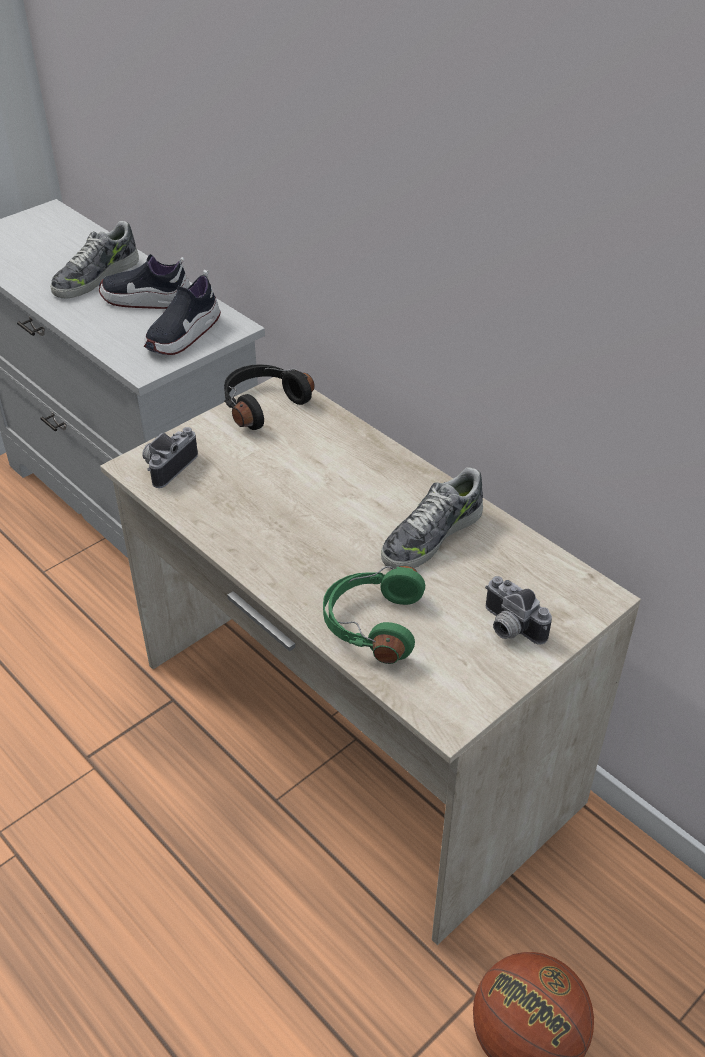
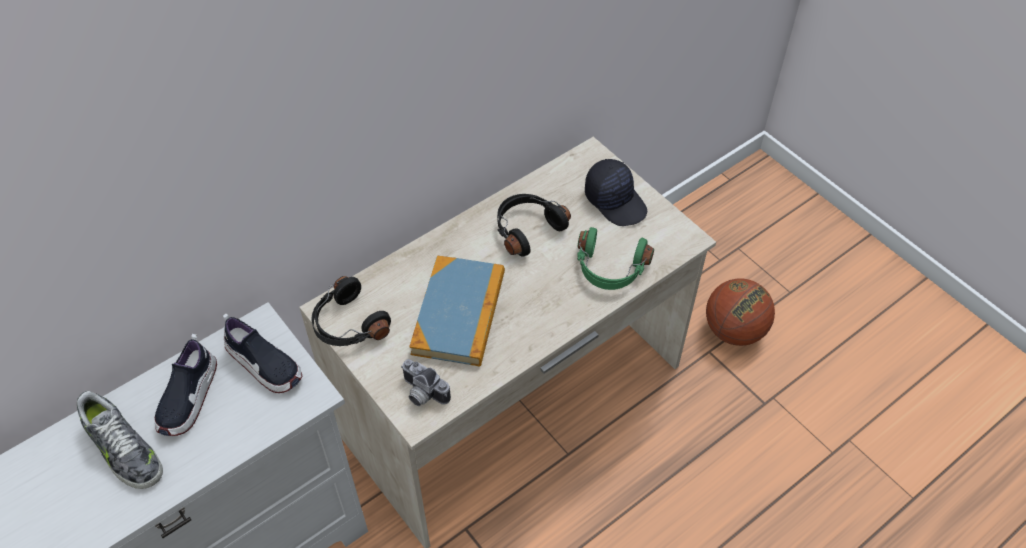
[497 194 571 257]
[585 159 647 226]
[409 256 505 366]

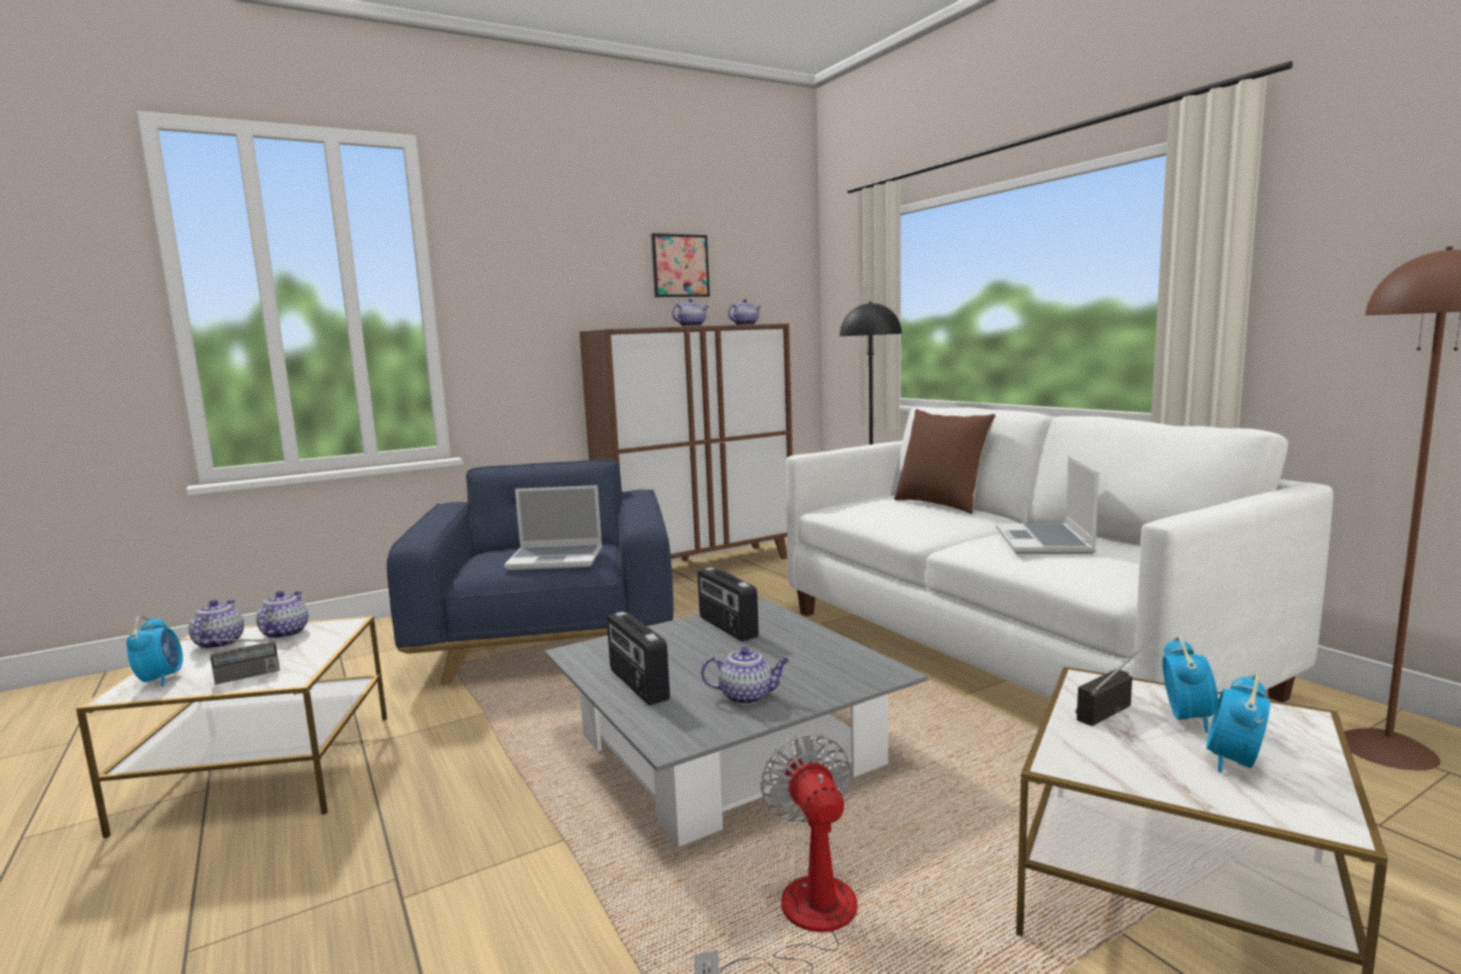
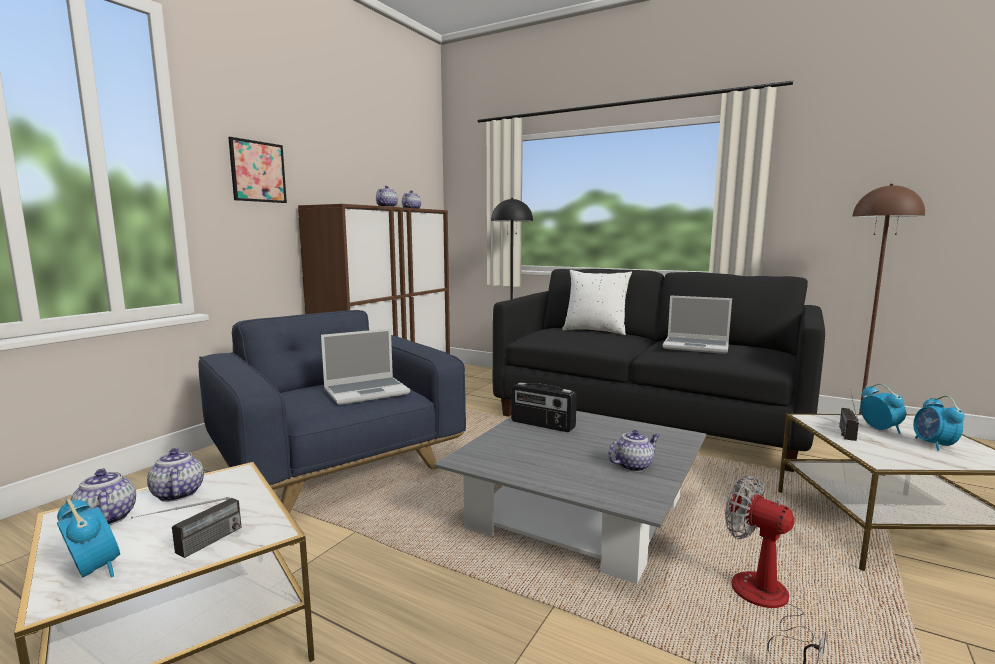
[607 612 670 705] (first image)
[228 137 287 203]
[493 269 825 472]
[562 270 632 335]
[662 295 732 354]

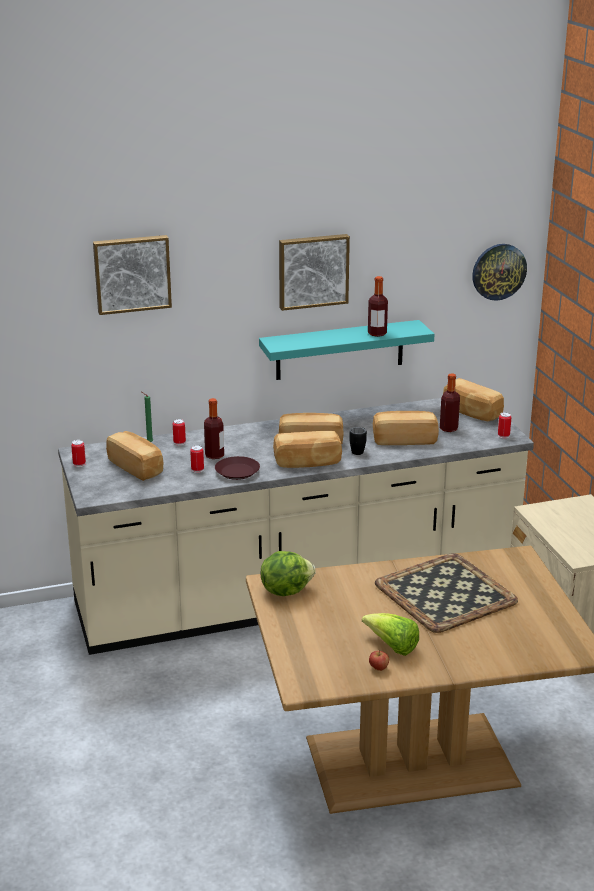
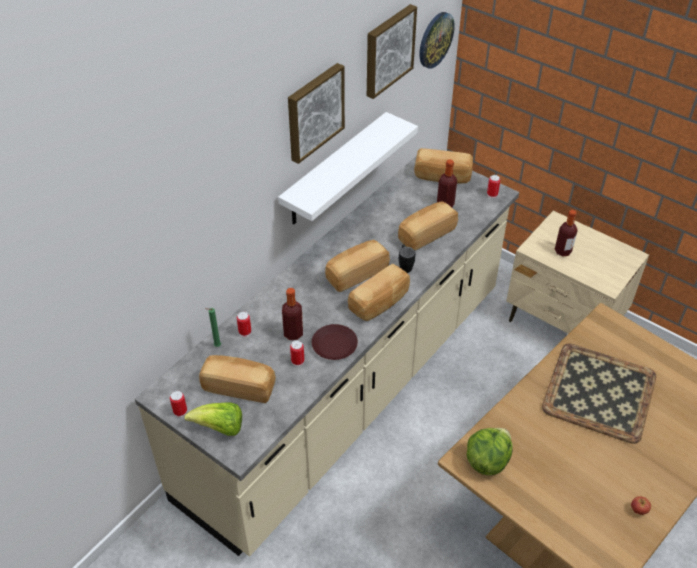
[367 4 417 99]
[278 112 418 224]
[184 402 242 436]
[555 210 578 257]

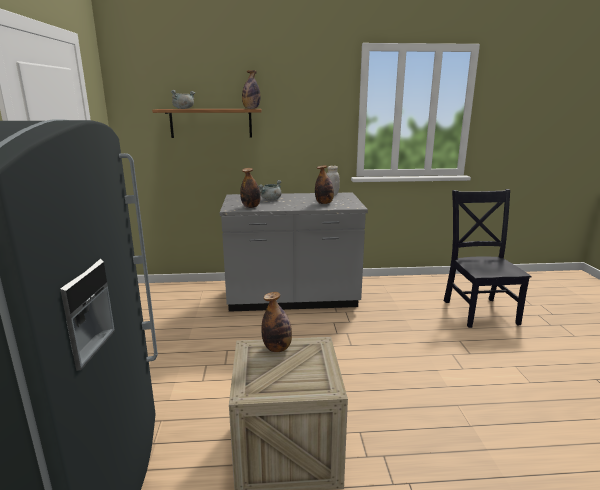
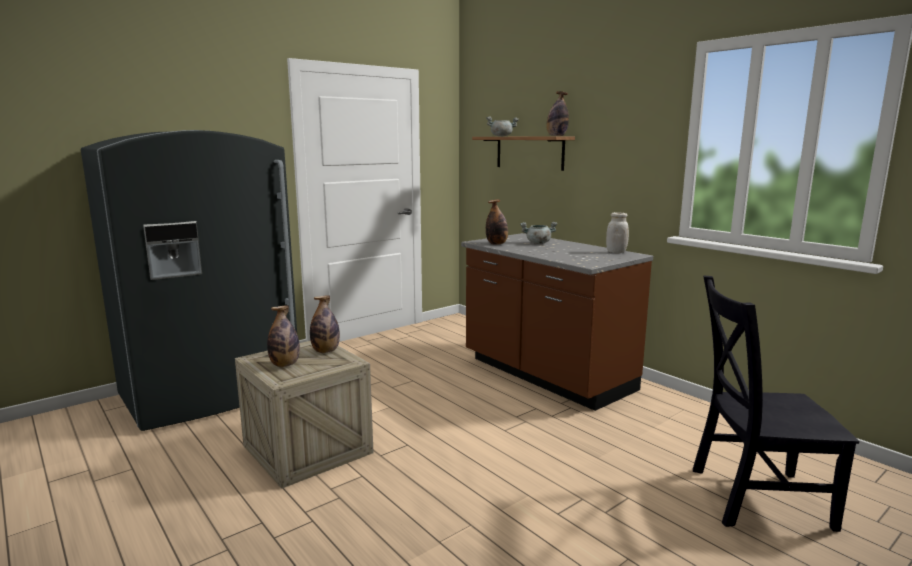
[461 233 653 411]
[267 306 300 367]
[693 276 859 532]

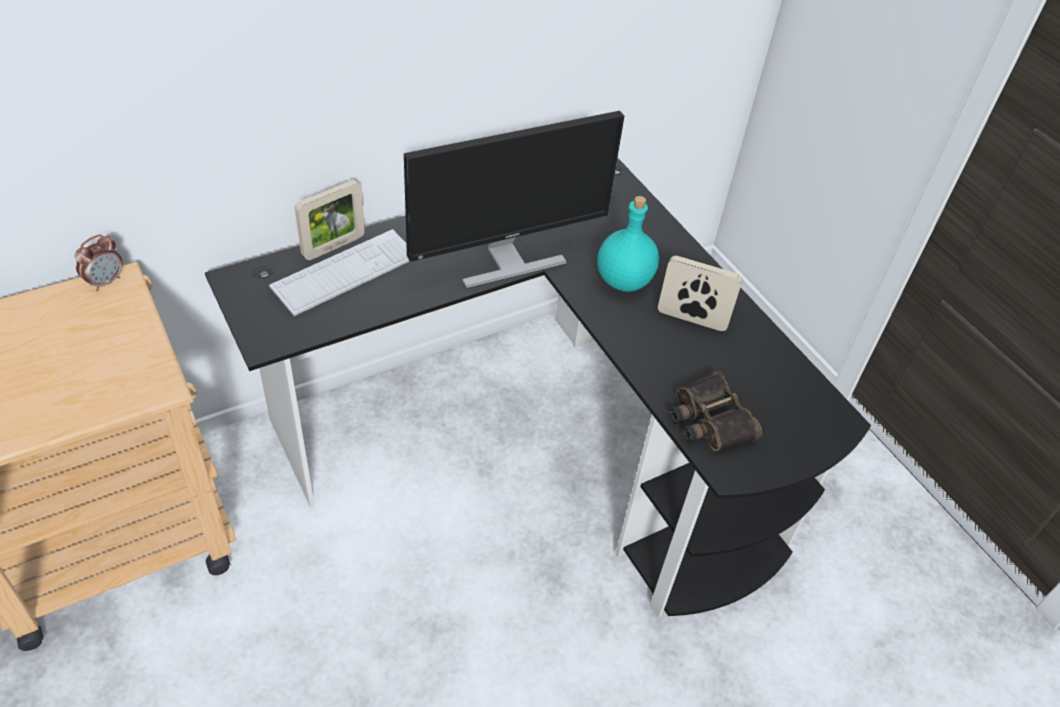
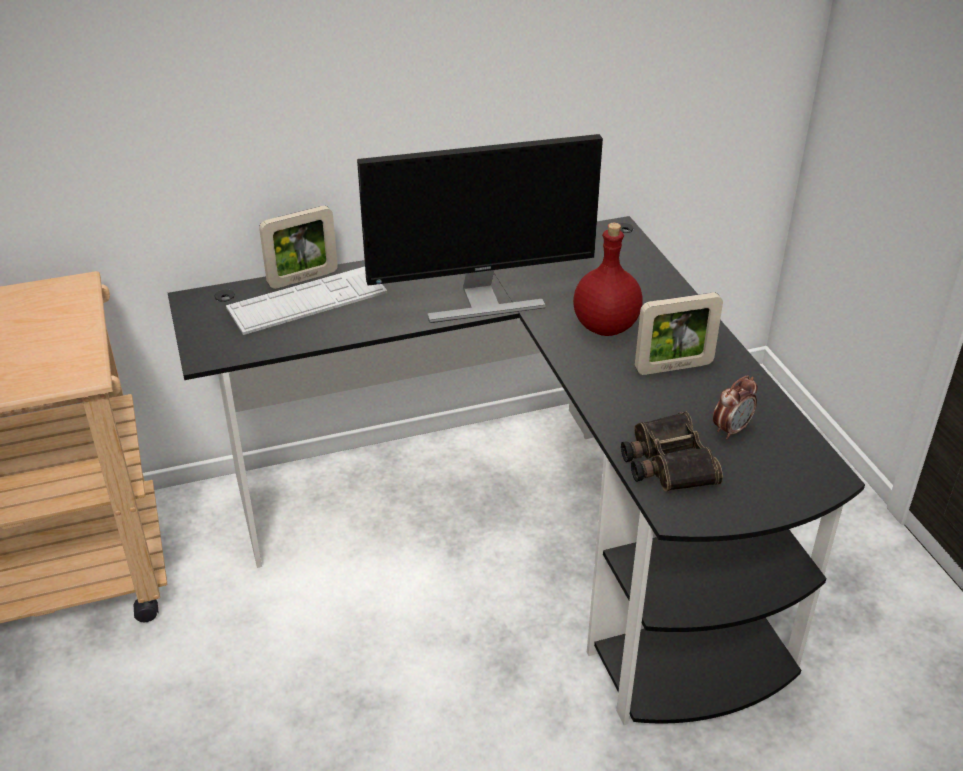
[713 375 758 439]
[573 223 643 336]
[635 293 723 375]

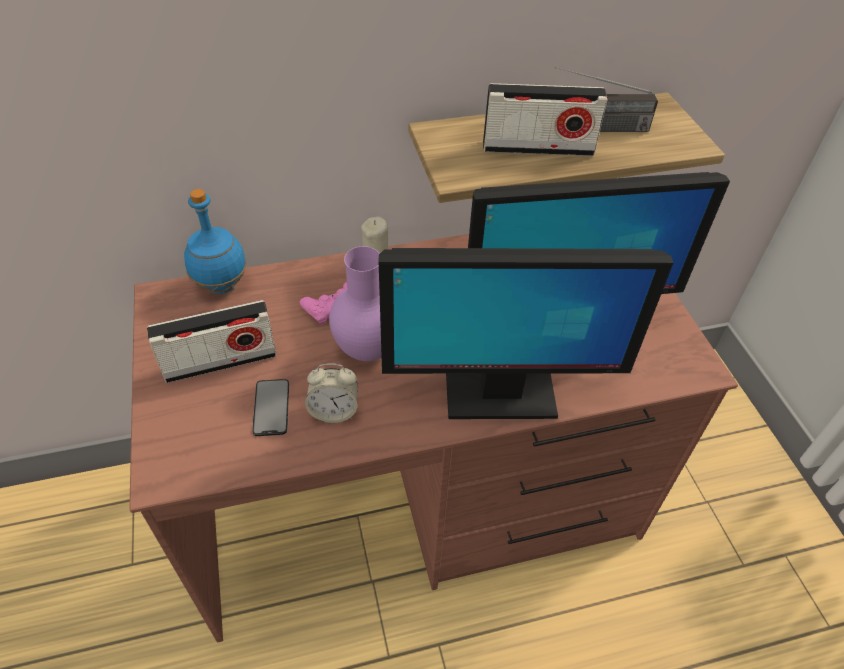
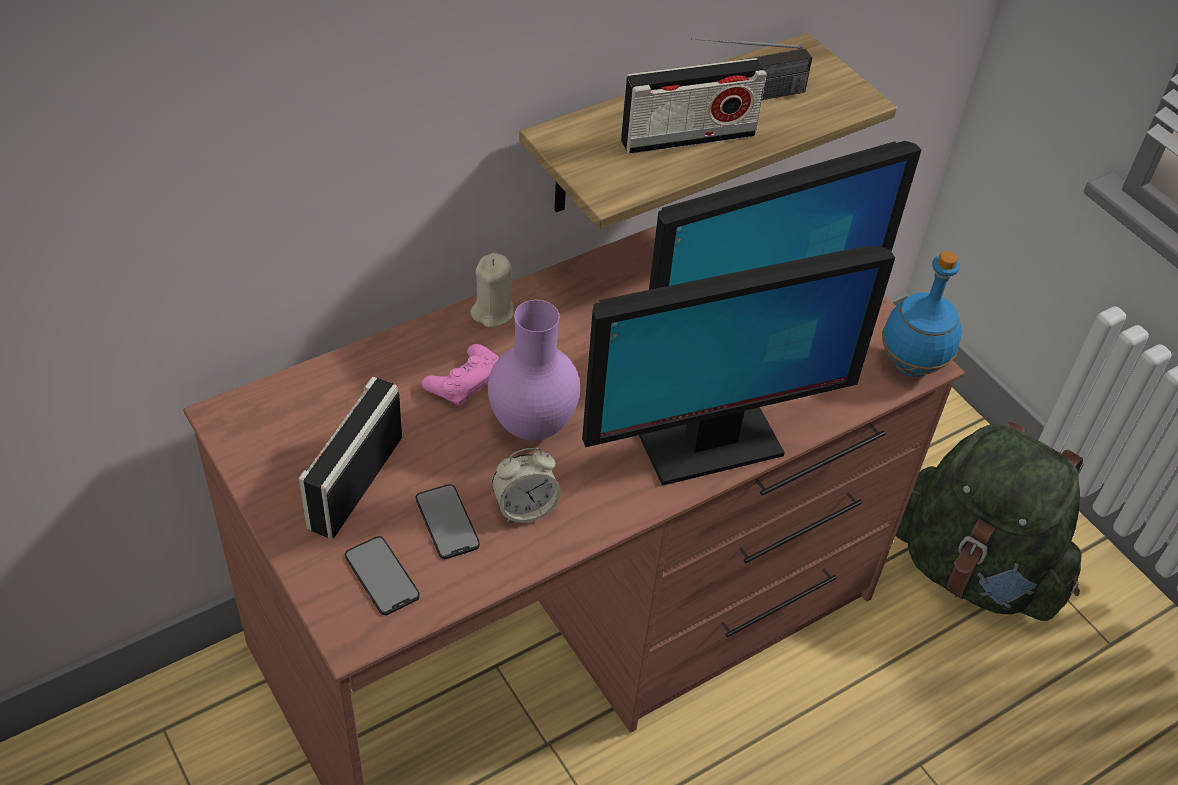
[299 377 402 538]
[882 251 962 377]
[345 536 420 615]
[895 421 1083 621]

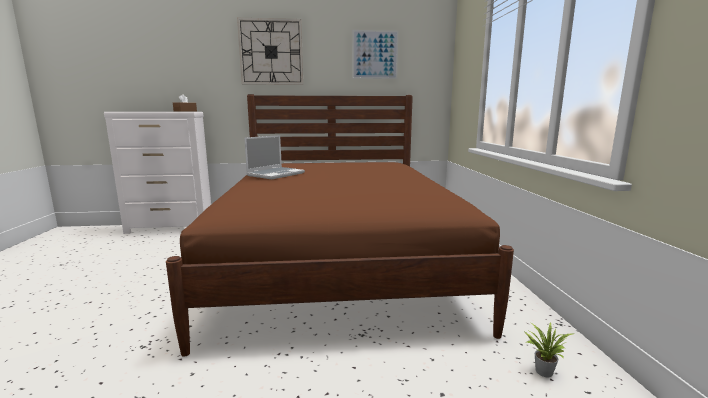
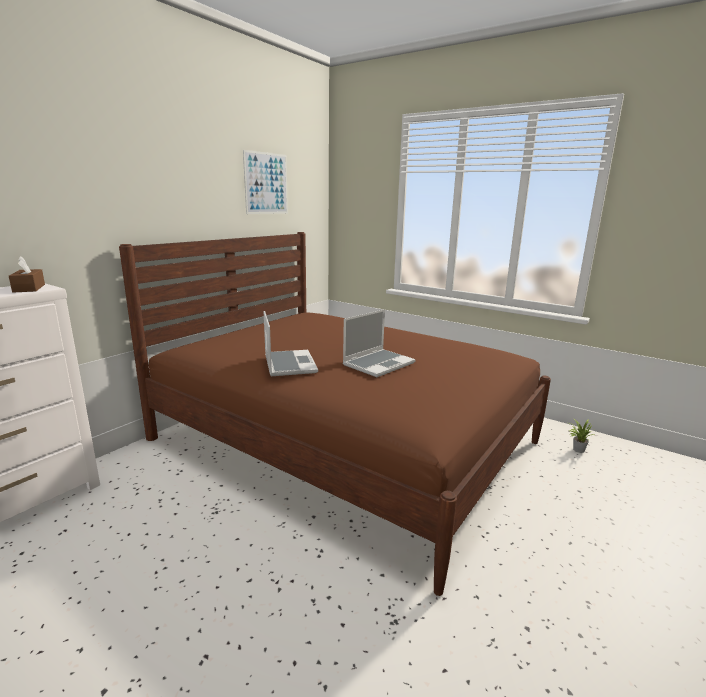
[237 18 303 85] (first image)
[343 309 416 377]

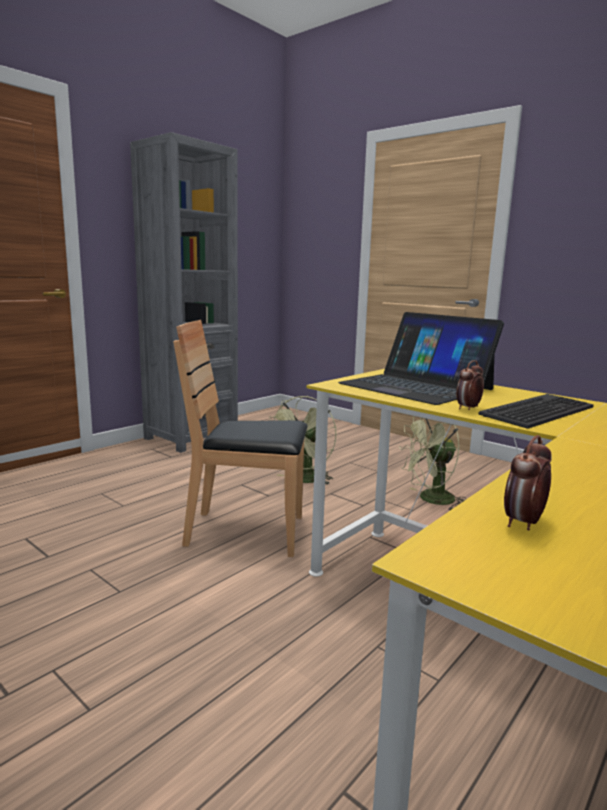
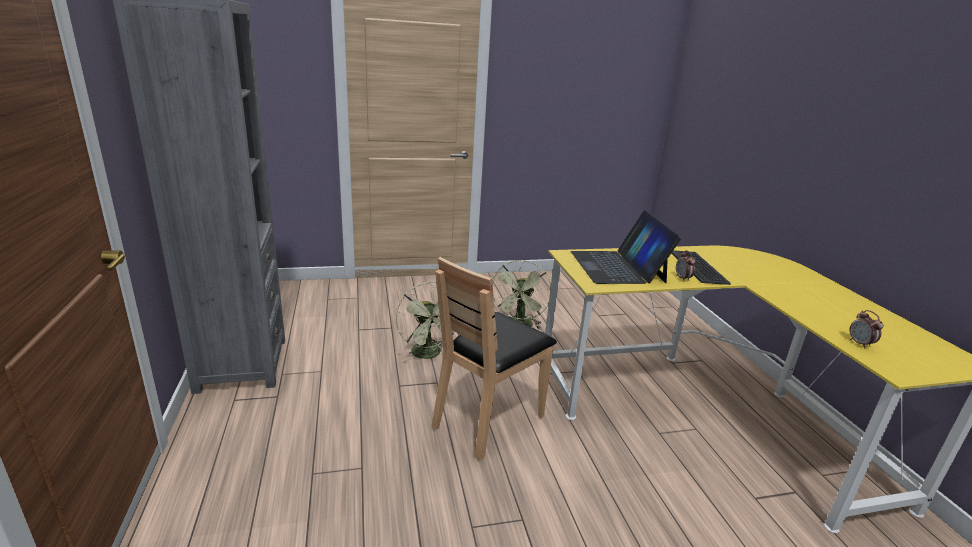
[571 210 681 284]

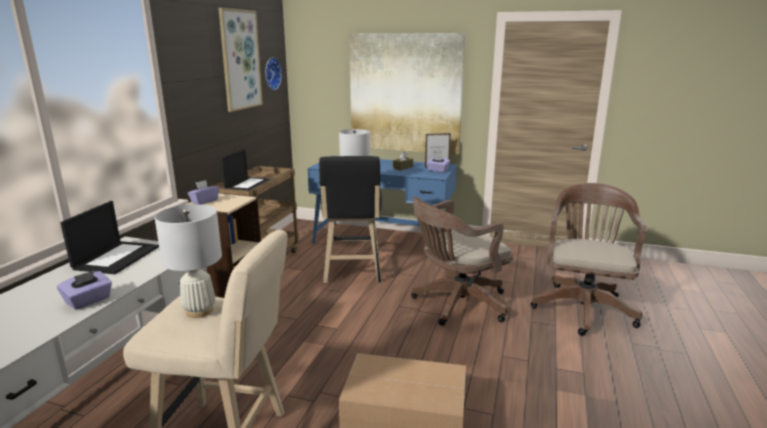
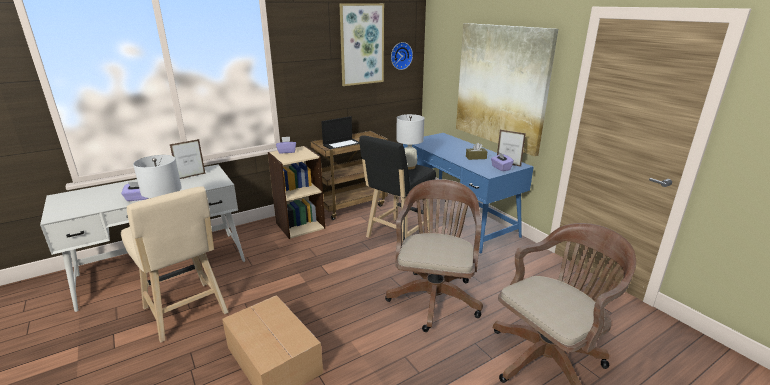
[170 139 206 179]
[385 179 483 332]

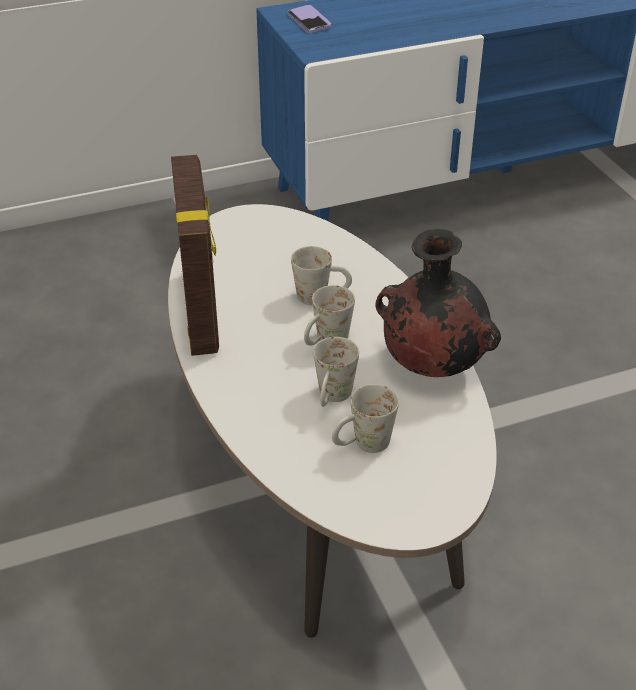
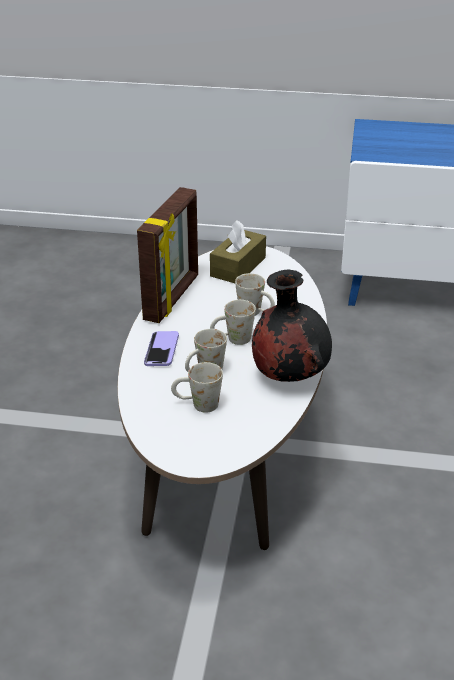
[144 331 179 366]
[210 220 266 283]

